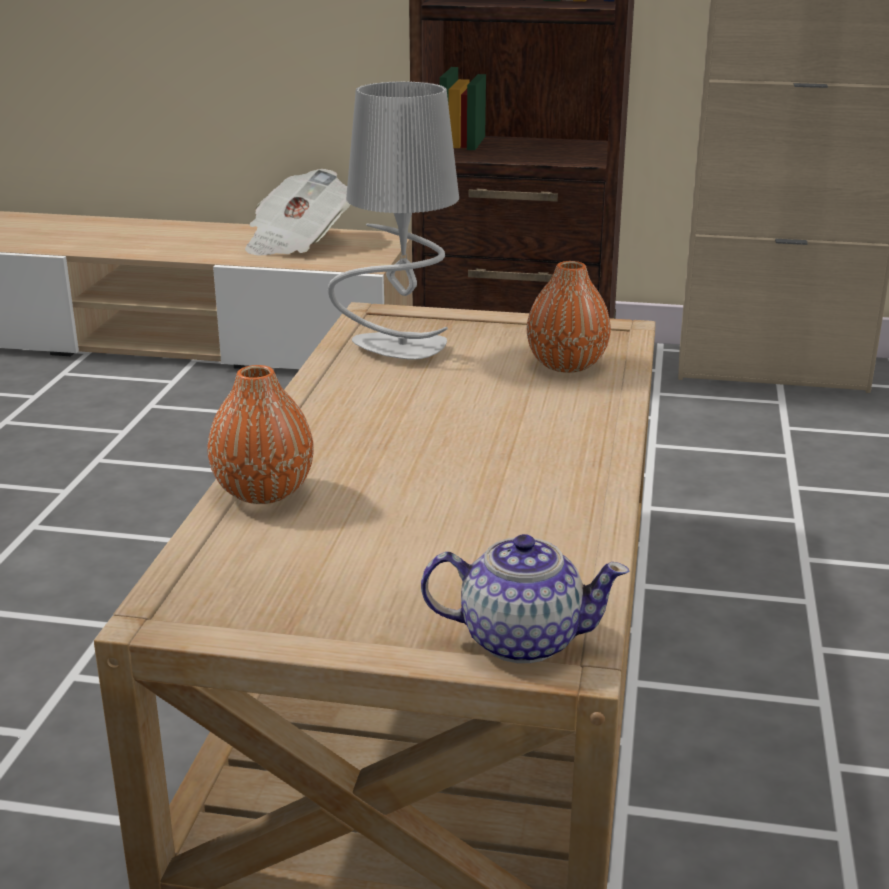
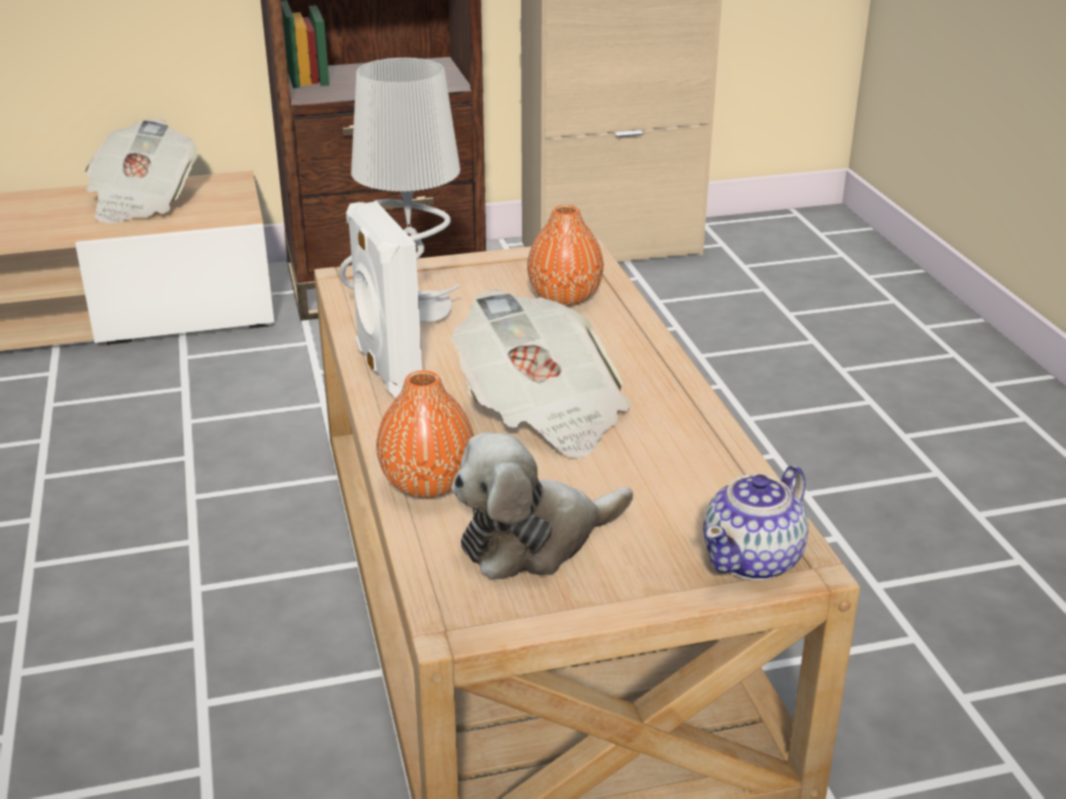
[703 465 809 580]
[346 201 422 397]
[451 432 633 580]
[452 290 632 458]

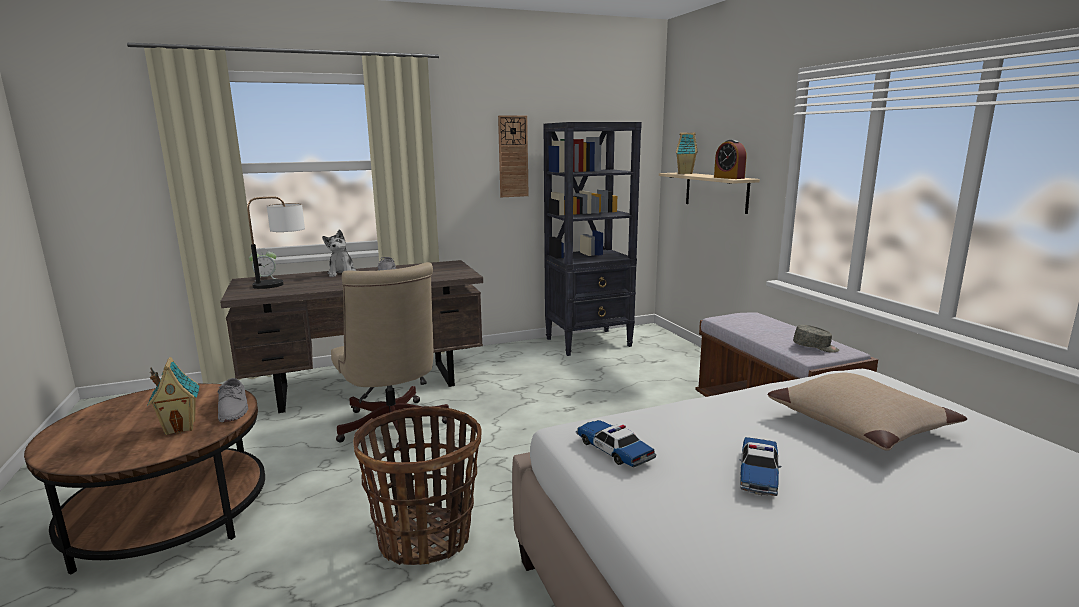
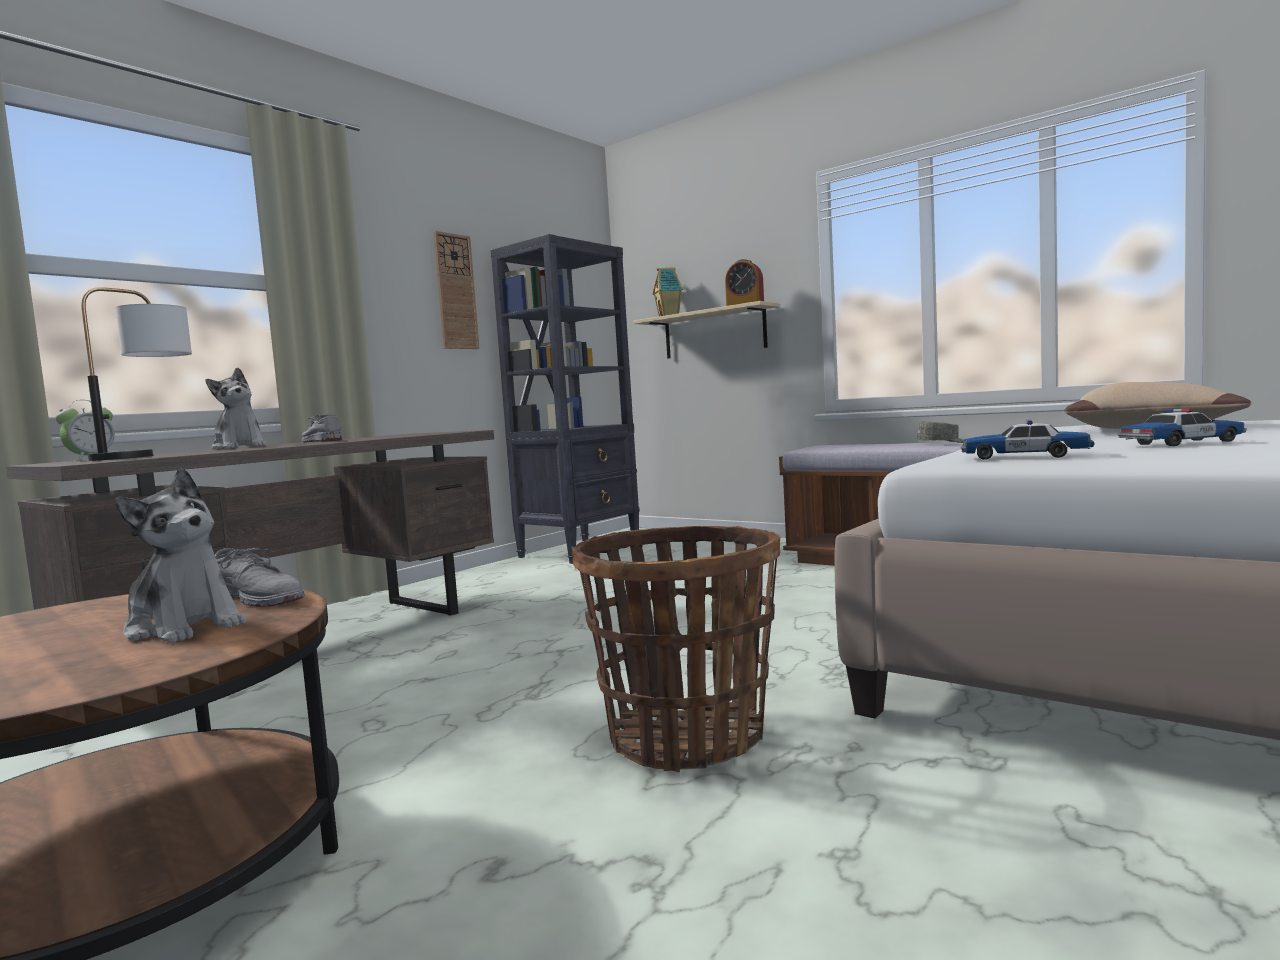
[115 468 247 643]
[331 262 449 448] (first image)
[1118 409 1247 446]

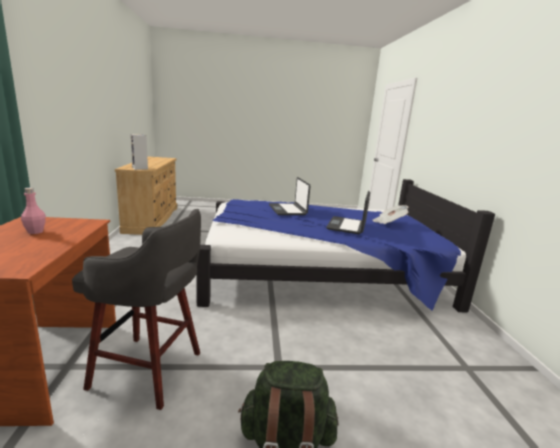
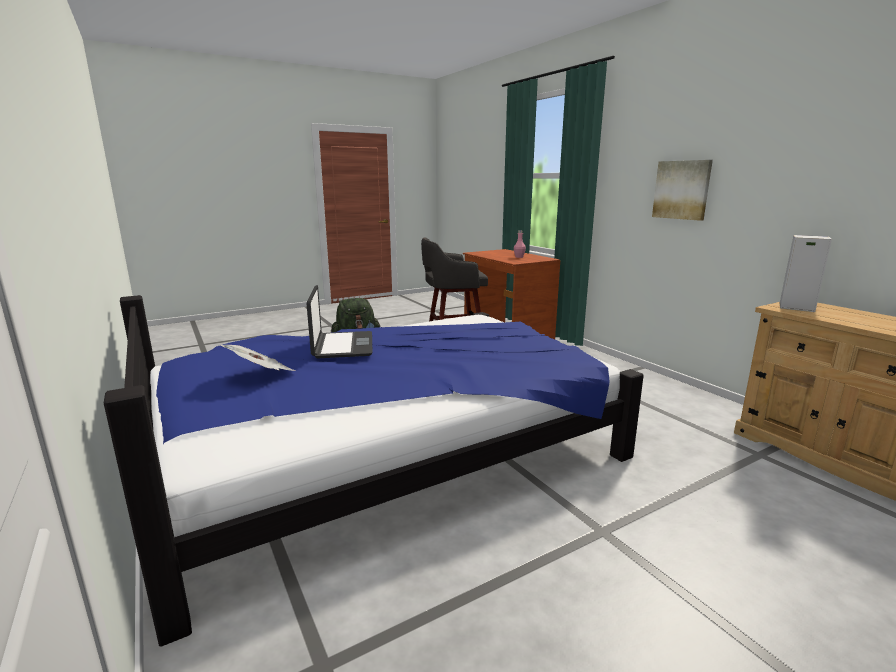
[269 177 310 215] (first image)
[652 160 713 221]

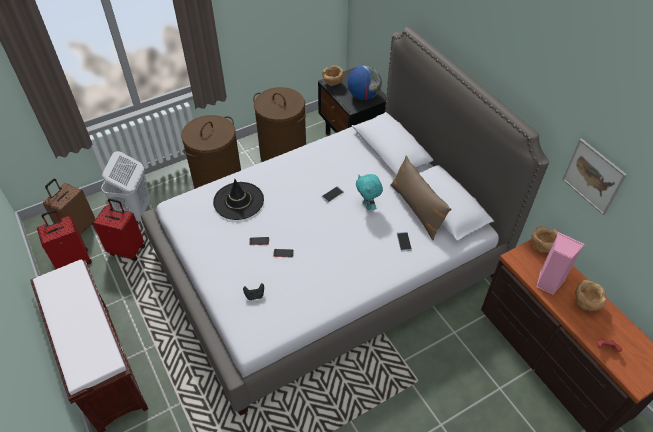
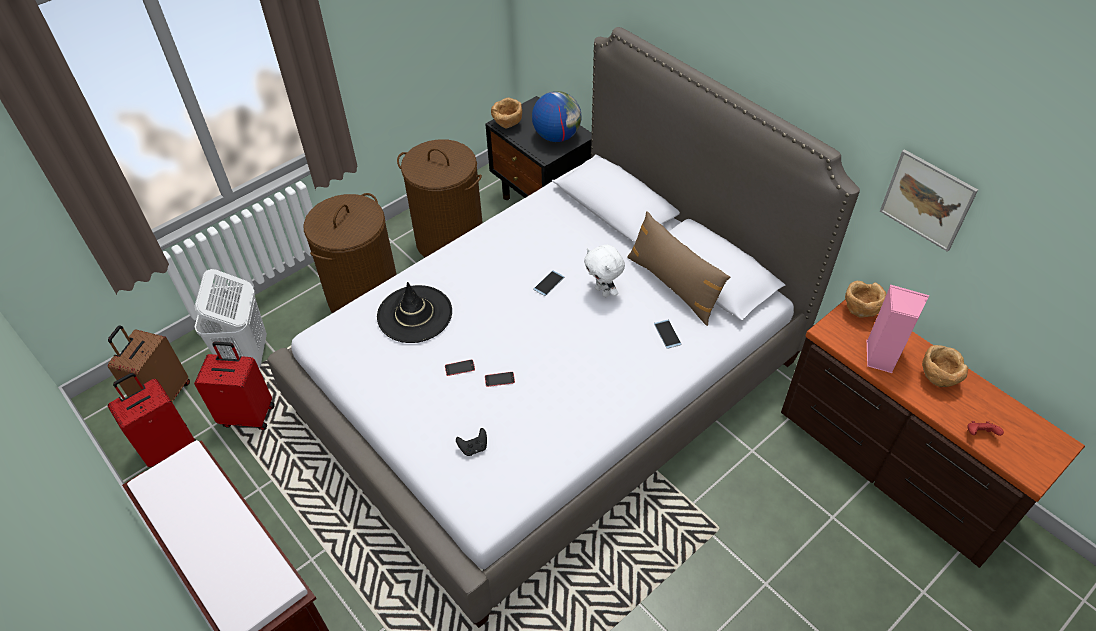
[584 245 625 297]

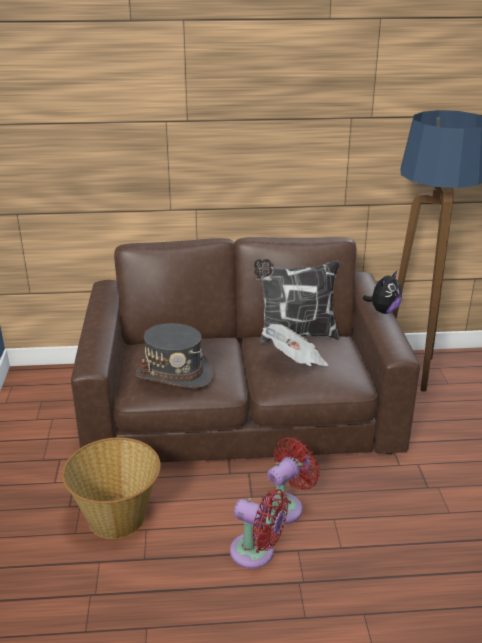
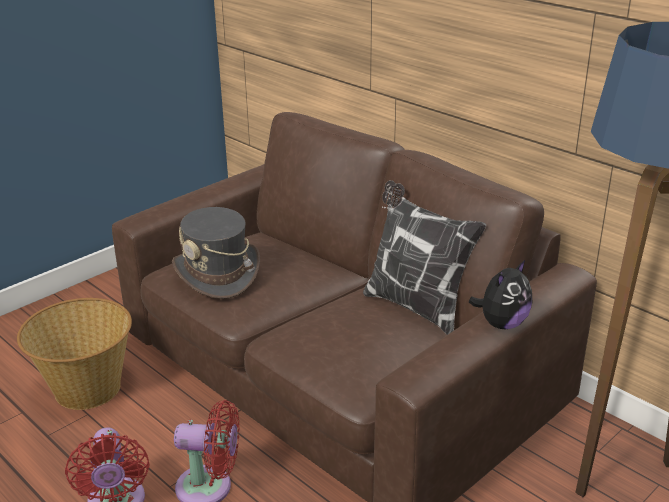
[263 324 328 366] (first image)
[469 260 532 329]

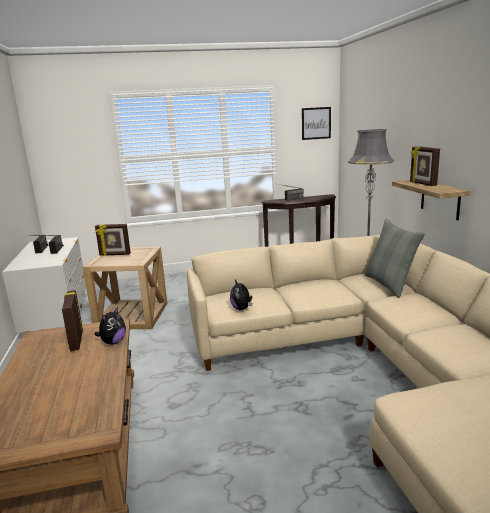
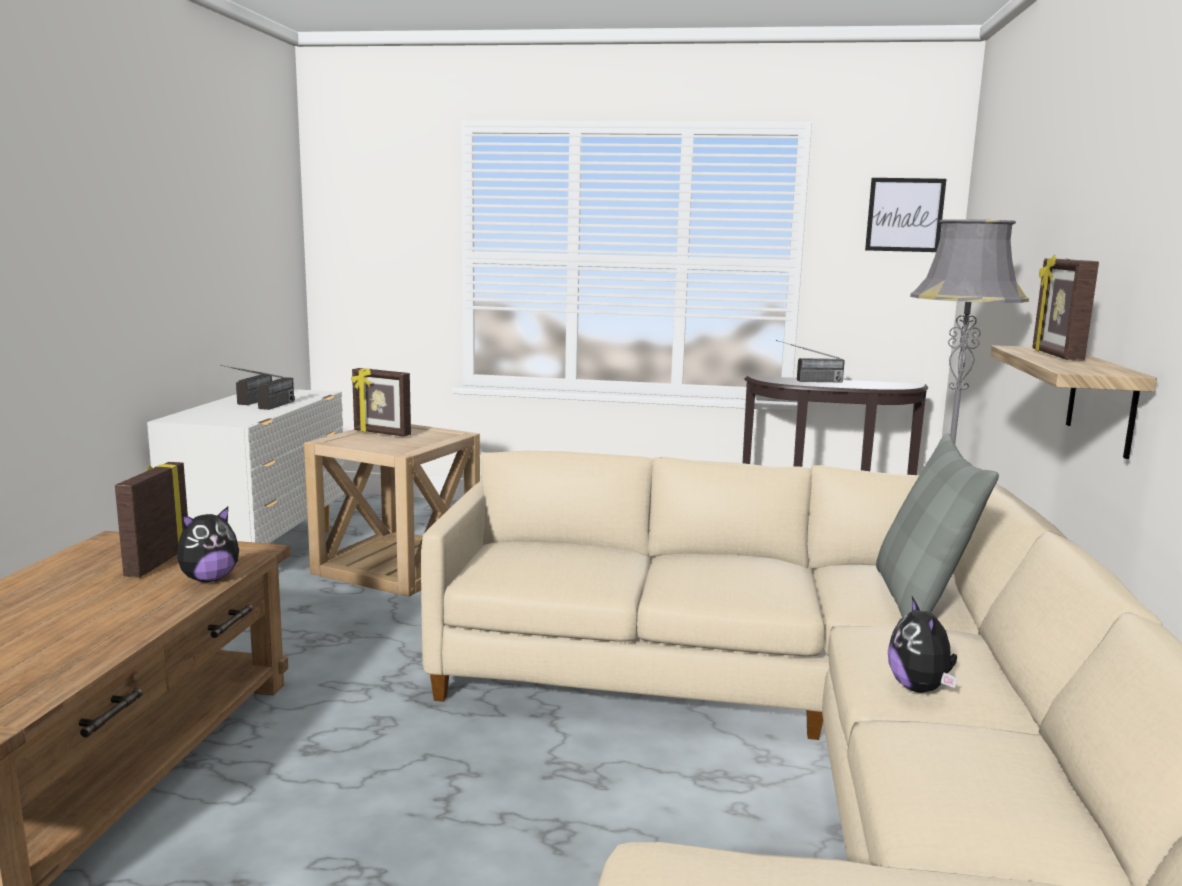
[888 597 957 693]

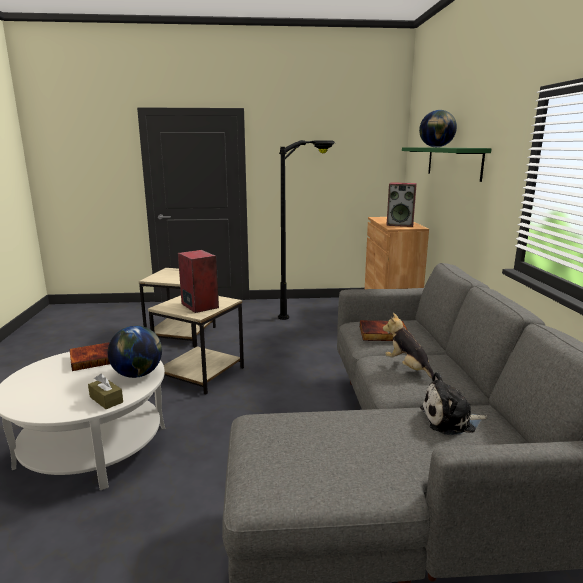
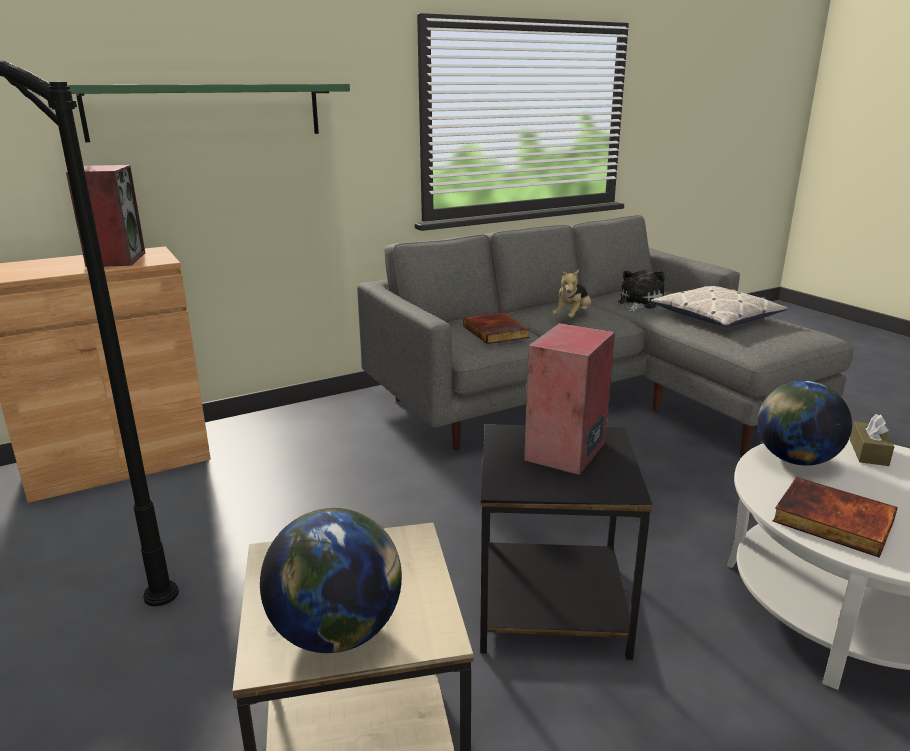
[480 424 653 660]
[260 508 402 653]
[618 270 665 312]
[651 286 788 326]

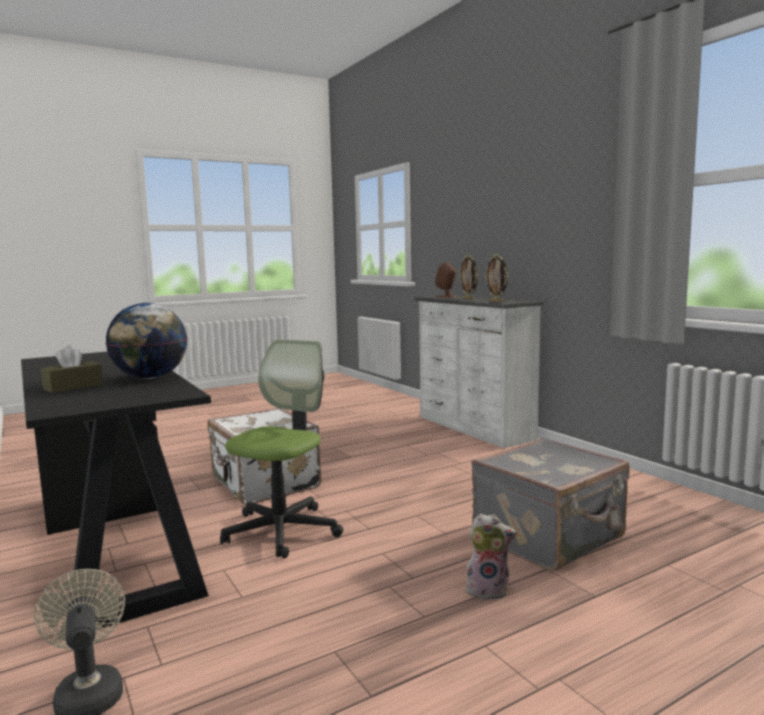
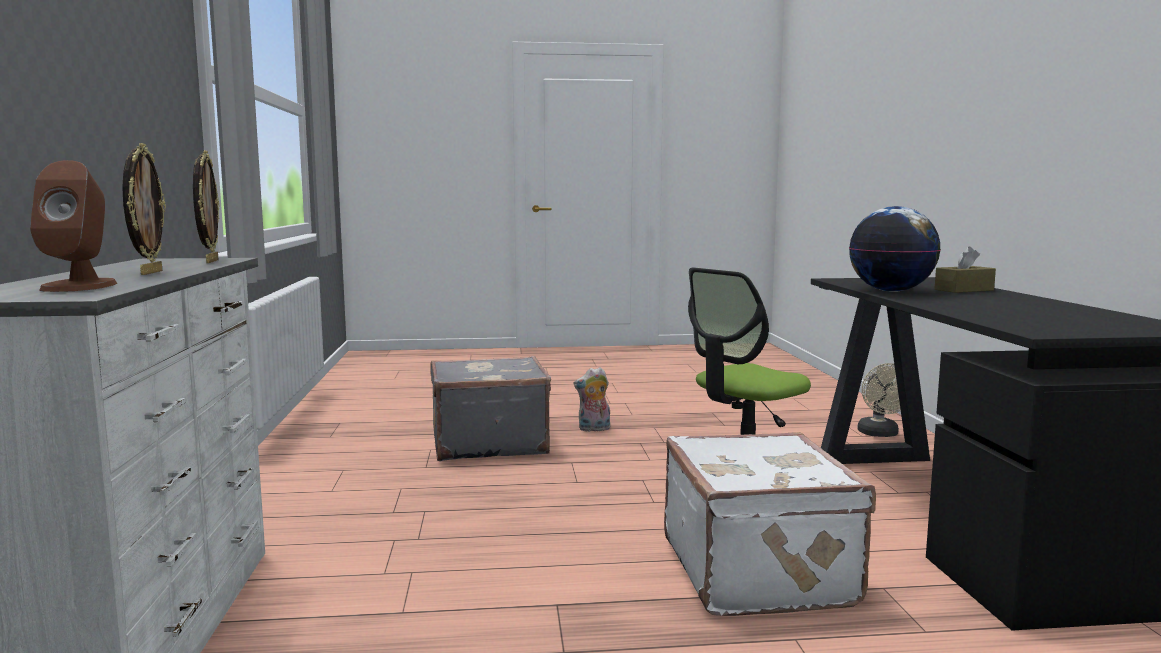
[573 367 610 432]

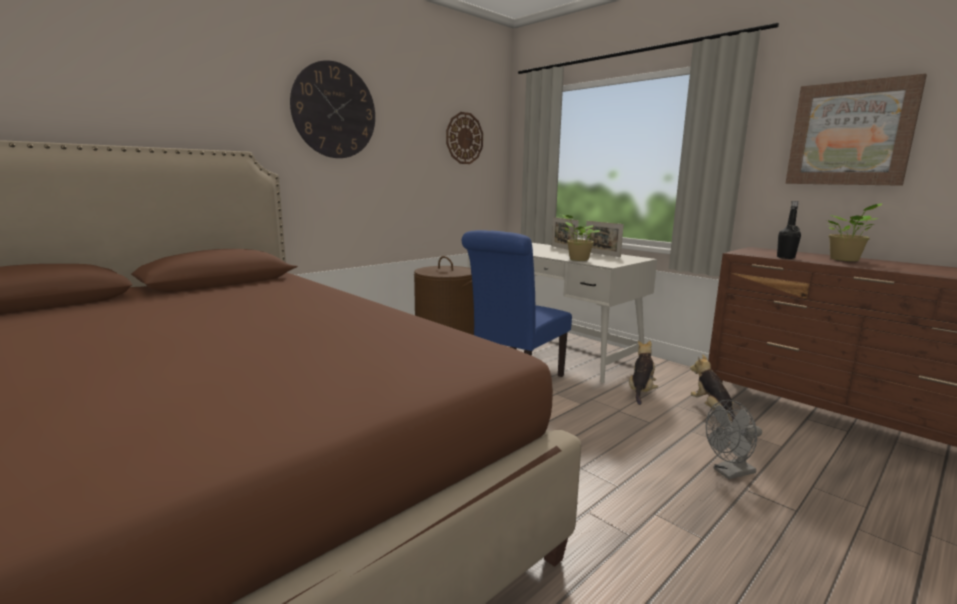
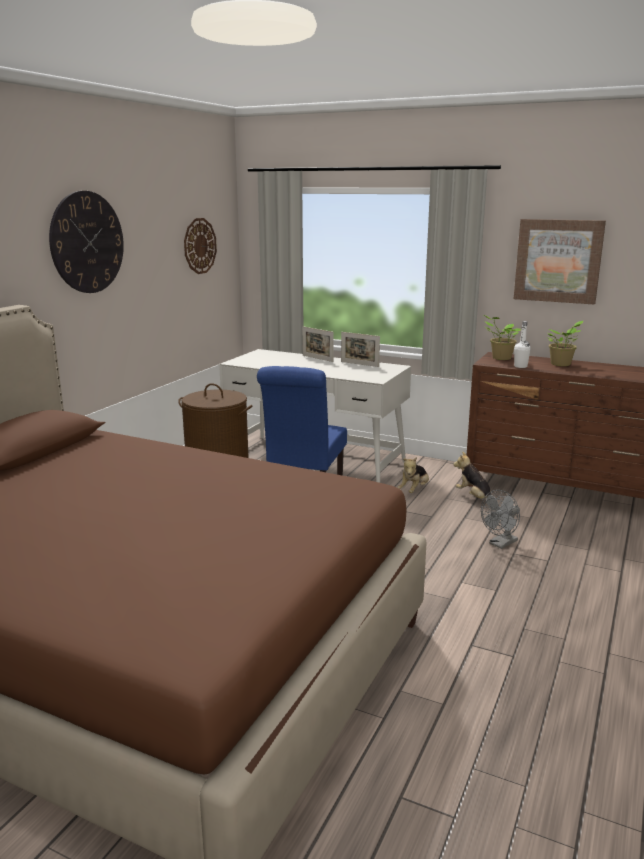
[484 315 521 360]
[397 457 429 493]
[514 321 531 368]

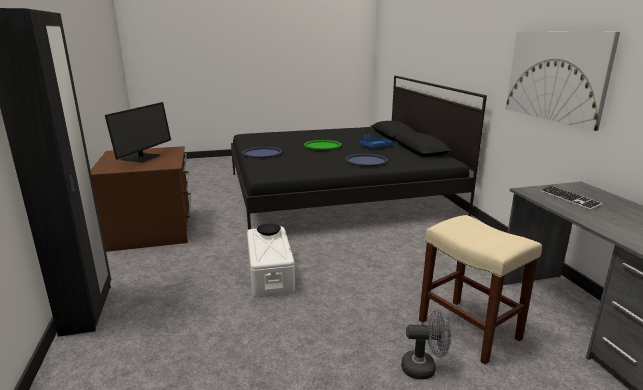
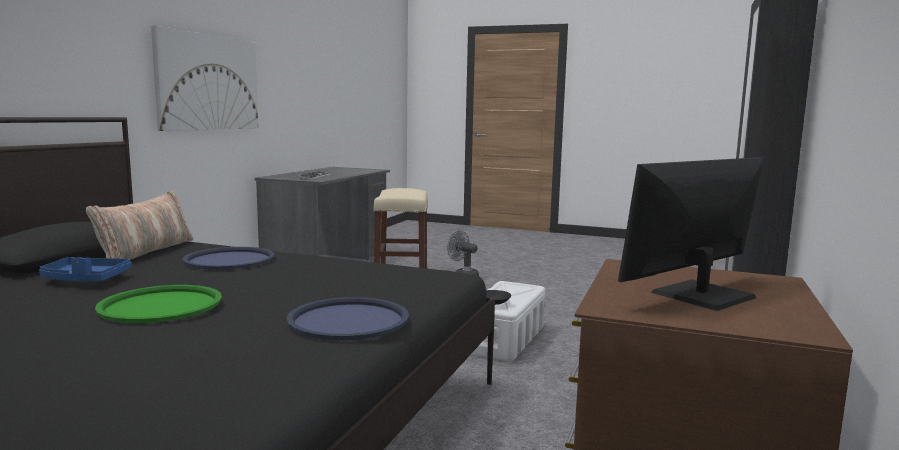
[86 190 193 260]

